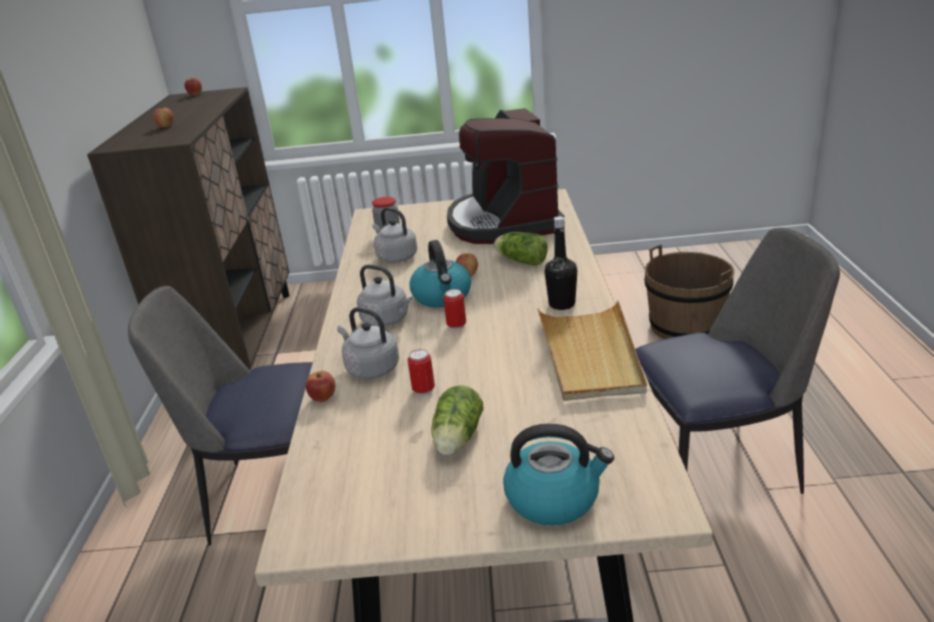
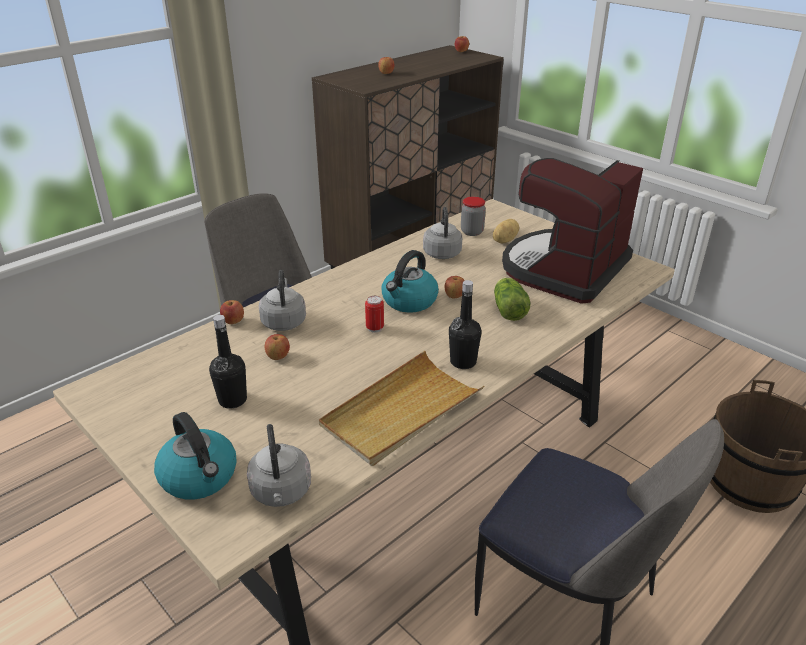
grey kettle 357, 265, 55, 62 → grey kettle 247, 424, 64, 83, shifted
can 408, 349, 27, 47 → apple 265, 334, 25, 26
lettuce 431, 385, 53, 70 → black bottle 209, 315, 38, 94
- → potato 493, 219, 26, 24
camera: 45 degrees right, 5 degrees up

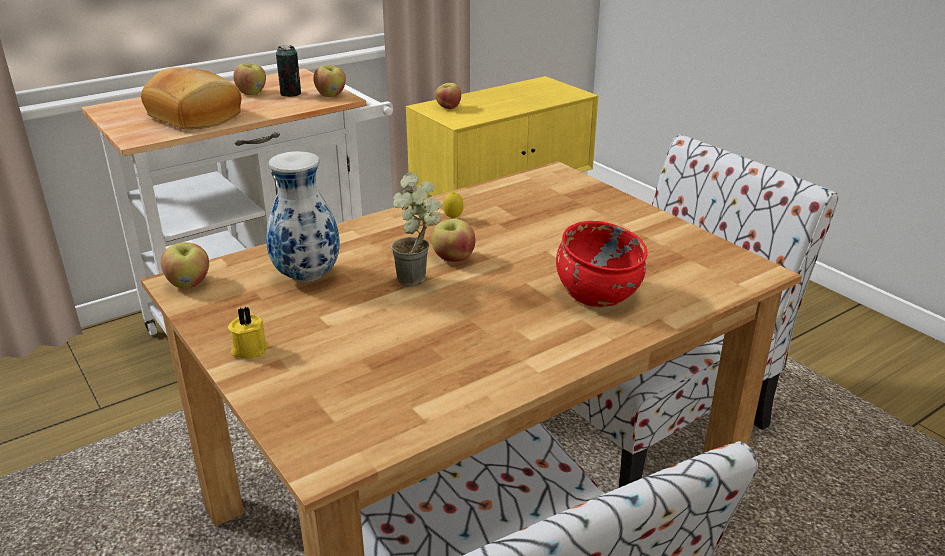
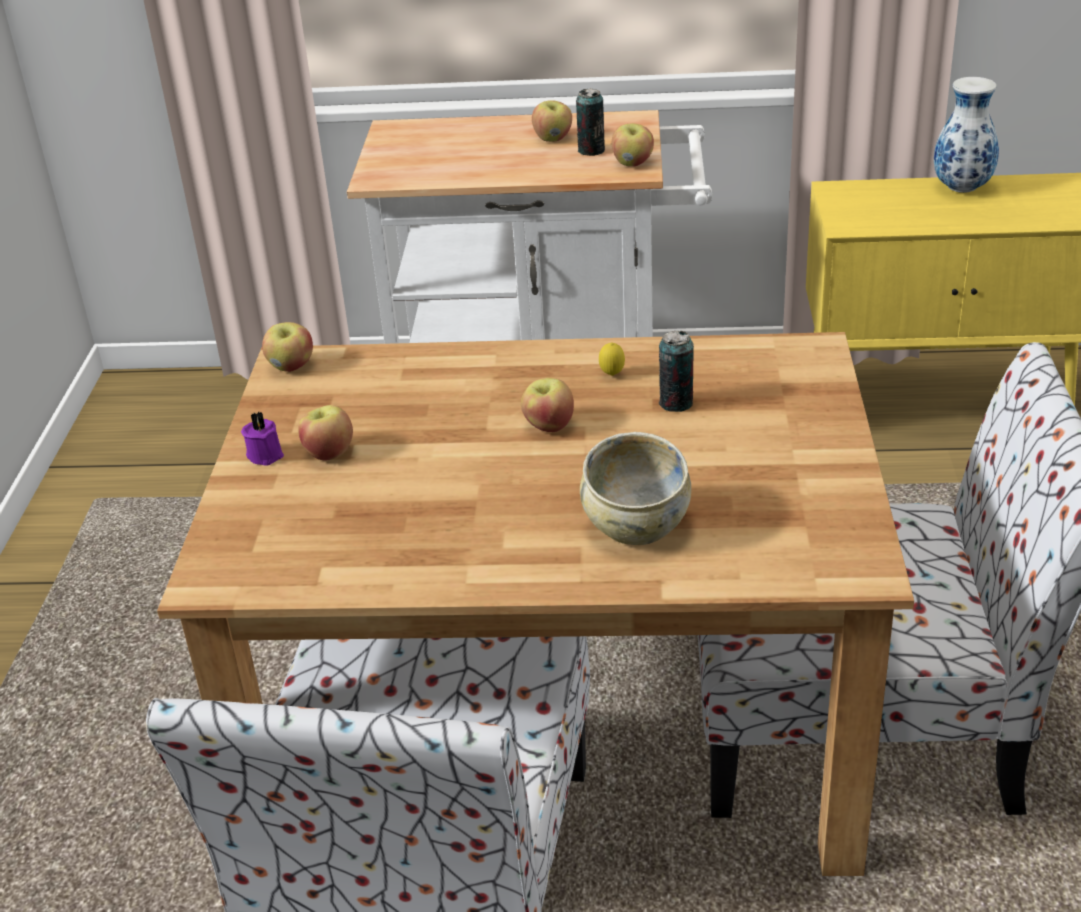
bread 141, 67, 100, 63 → -
apple 435, 83, 26, 26 → apple 298, 405, 55, 55, shifted
vase 266, 151, 74, 131 → vase 934, 77, 65, 116, shifted
potted plant 391, 172, 51, 115 → -
red bowl 556, 221, 92, 87 → beige bowl 580, 432, 111, 113
yellow candle 228, 307, 41, 52 → purple candle 241, 412, 43, 54
- → can 659, 331, 35, 81
camera: 40 degrees right, 5 degrees up

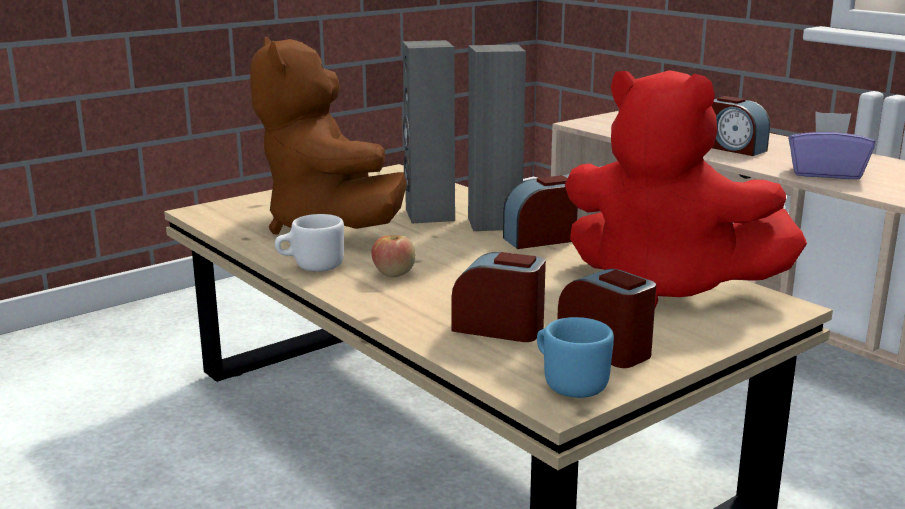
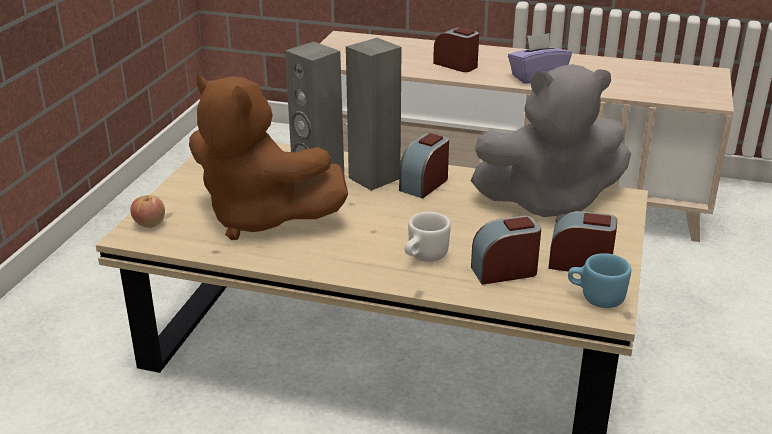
red plush toy 565, 70, 242, 237 → grey plush toy 470, 64, 161, 159
alarm clock 711, 96, 59, 60 → alarm clock 433, 27, 46, 45, 150 degrees counterclockwise
white mug 275, 214, 69, 58 → white mug 405, 212, 46, 50, shifted
apple 371, 235, 45, 42 → apple 130, 195, 35, 33, shifted
camera: 35 degrees left, 10 degrees up

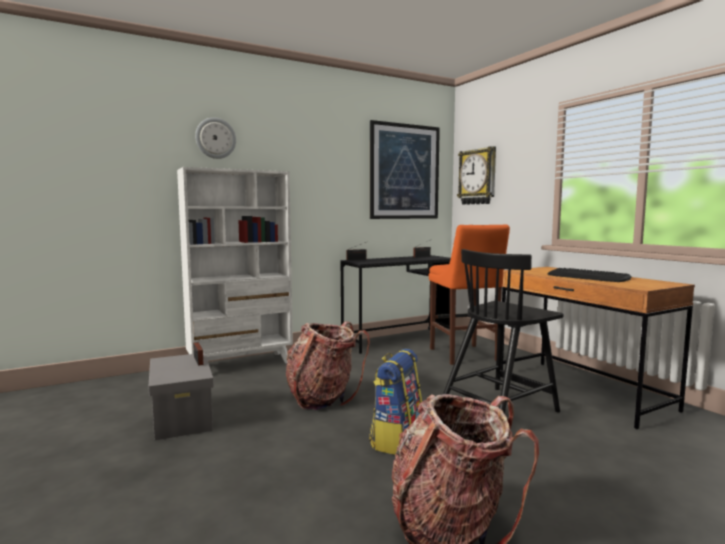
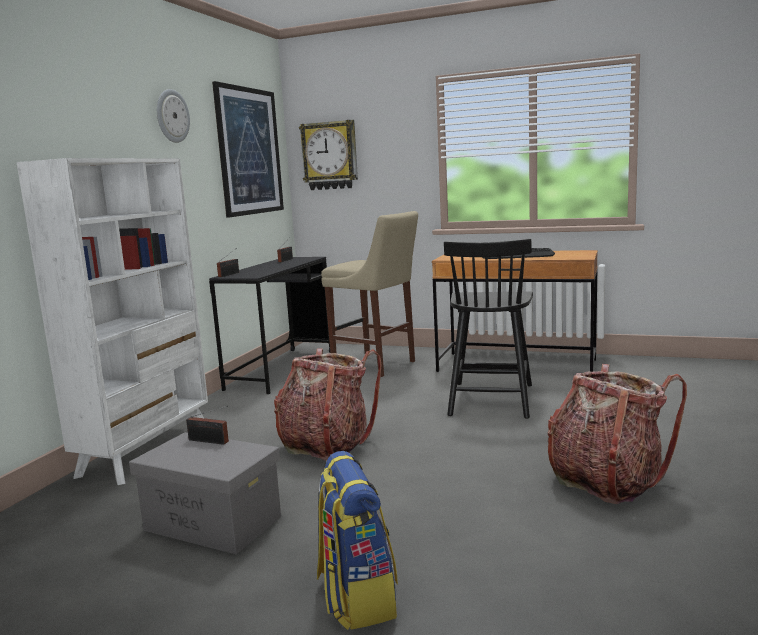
wall clock 195, 117, 41, 42 → wall clock 157, 89, 33, 54, shifted
orange stool 429, 225, 81, 140 → beige stool 321, 211, 97, 166
backpack 369, 349, 53, 106 → backpack 317, 451, 81, 179, shifted
camera: 40 degrees left, 5 degrees up

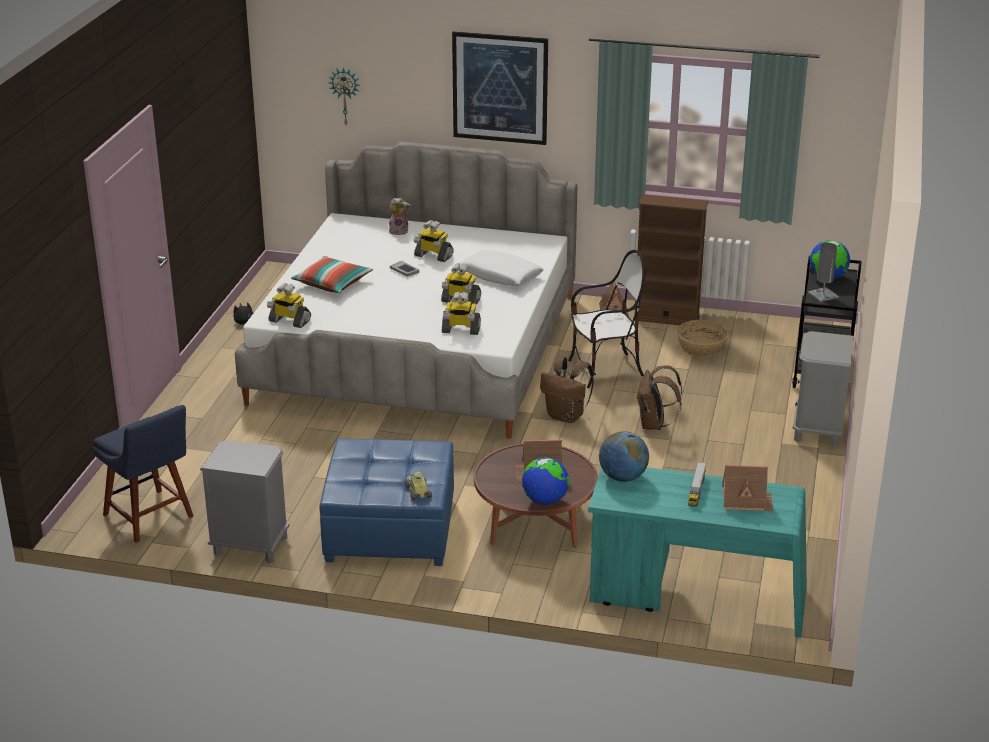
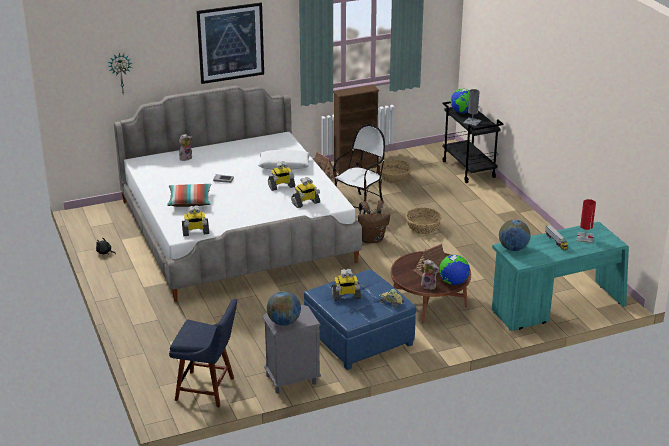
toy robot 414, 220, 40, 42 → toy robot 331, 269, 30, 32, shifted
grey nightstand 793, 331, 60, 116 → -
brown backpack 636, 365, 46, 65 → basket 406, 208, 36, 26
toy house 722, 464, 52, 49 → red table lamp 576, 199, 20, 44
- → plush toy 421, 259, 18, 31
- → globe 267, 291, 34, 35
camera: 35 degrees left, 0 degrees up

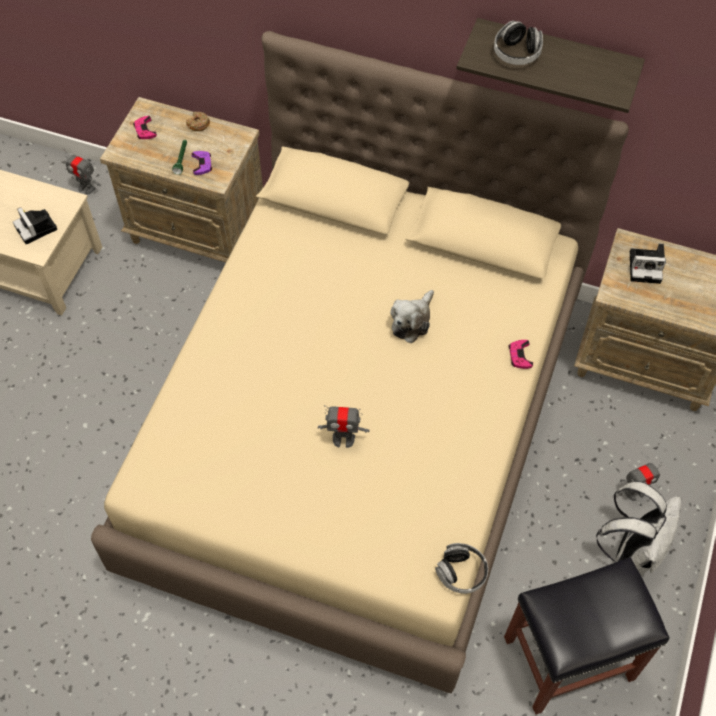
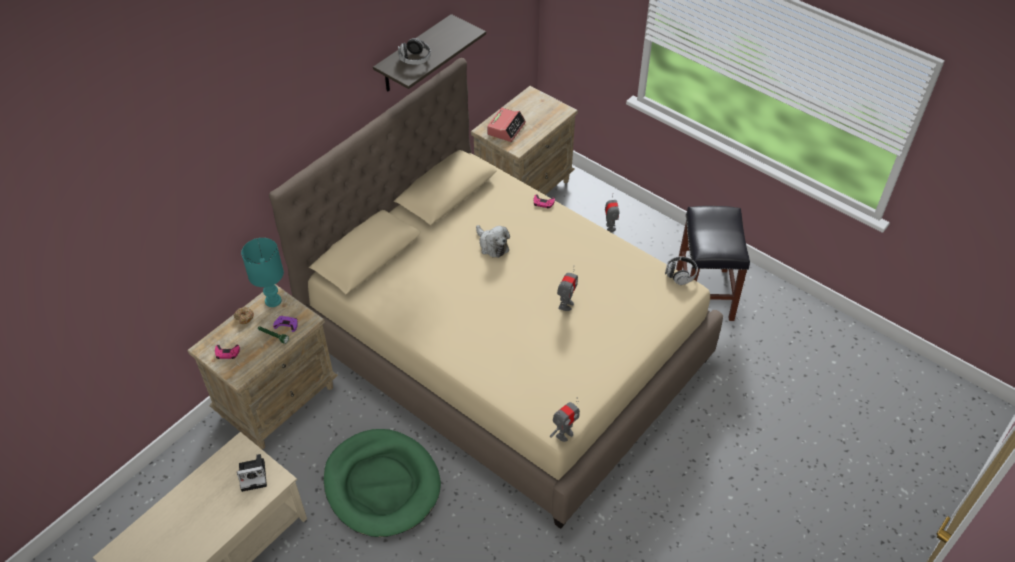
toy robot 63, 149, 38, 46 → toy robot 550, 398, 30, 44, shifted
photo camera 630, 244, 36, 40 → alarm clock 487, 108, 39, 34
white backpack 596, 482, 85, 94 → -
- → turquoise table lamp 241, 238, 43, 69
- → green dog bed 324, 429, 117, 108
camera: 70 degrees left, 10 degrees down

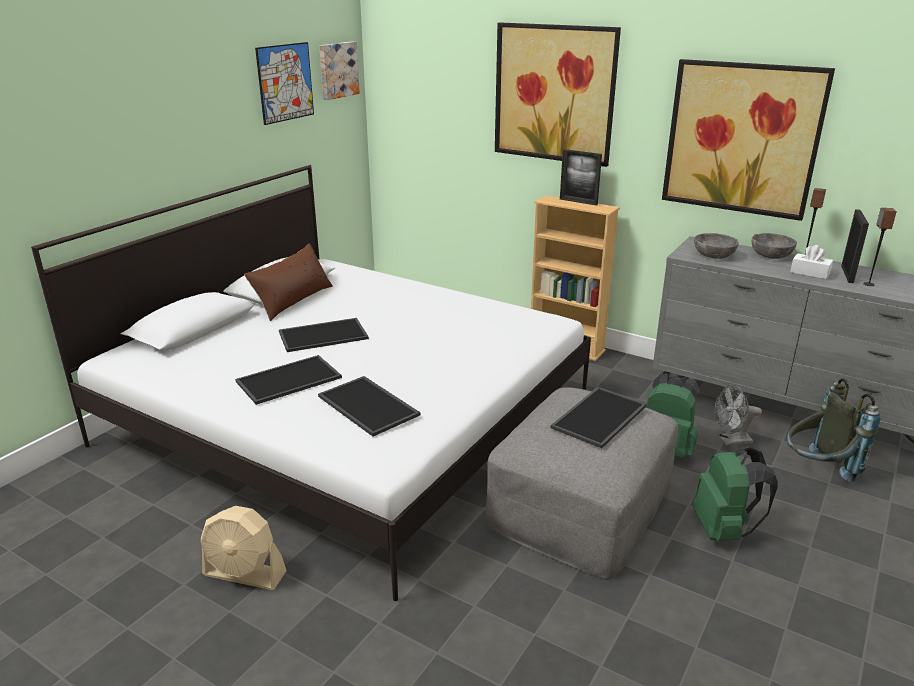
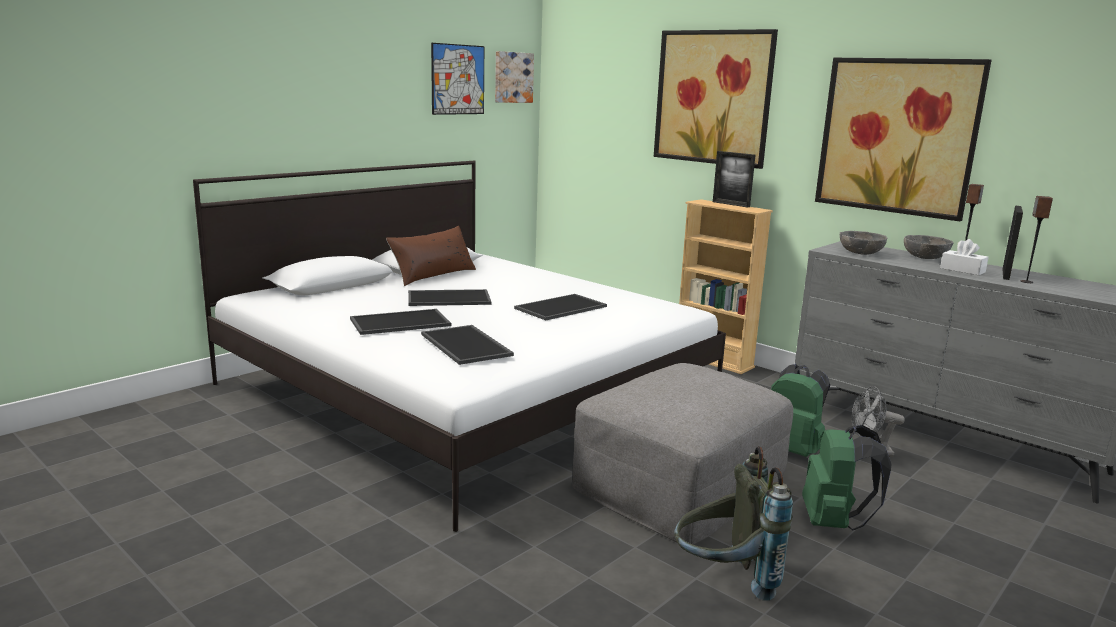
grey backpack 787, 378, 94, 104 → grey backpack 674, 446, 119, 155, shifted
tray 551, 387, 96, 61 → tray 514, 294, 93, 26, shifted
beige fan 201, 506, 86, 84 → -
camera: 10 degrees right, 10 degrees down

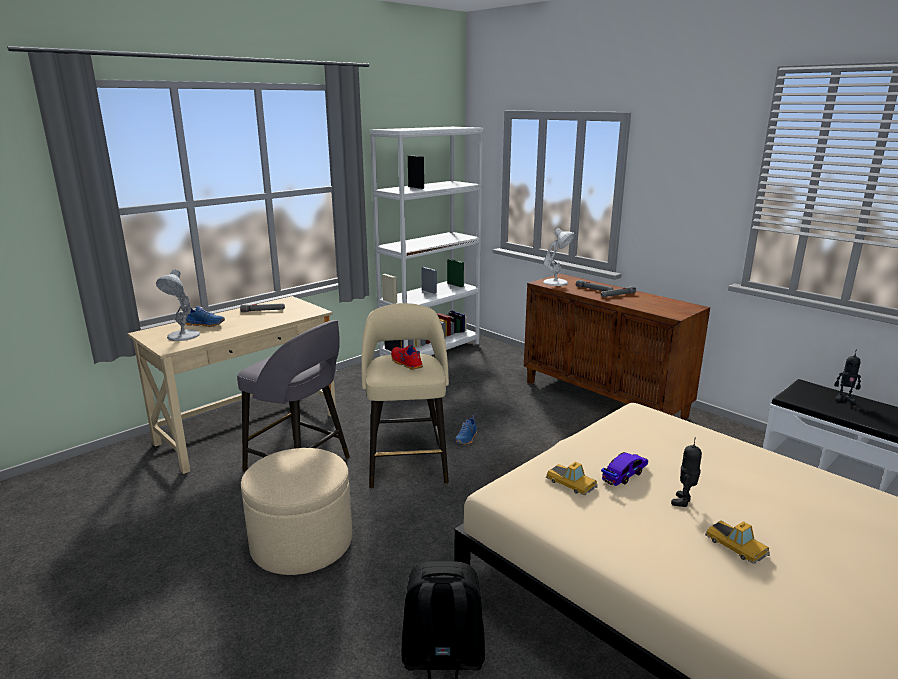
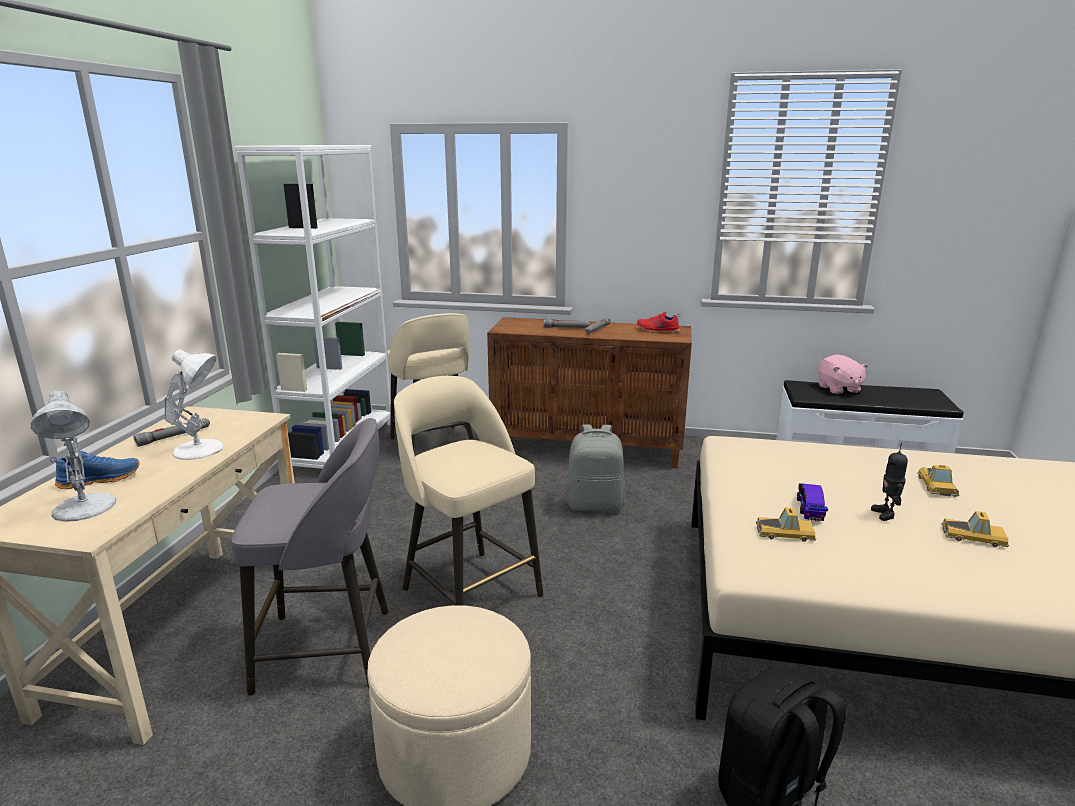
white table lamp 543, 228, 32, 58 → white table lamp 165, 350, 59, 110, shifted
red shoe 391, 345, 32, 25 → red shoe 637, 312, 43, 21, shifted
toy robot 834, 352, 27, 52 → pink plush toy 818, 354, 50, 40
blue shoe 455, 415, 22, 30 → -
- → beige stool 387, 313, 87, 137
- → grey backpack 566, 424, 59, 87
- → toy car 917, 465, 42, 32
camera: 35 degrees left, 0 degrees up

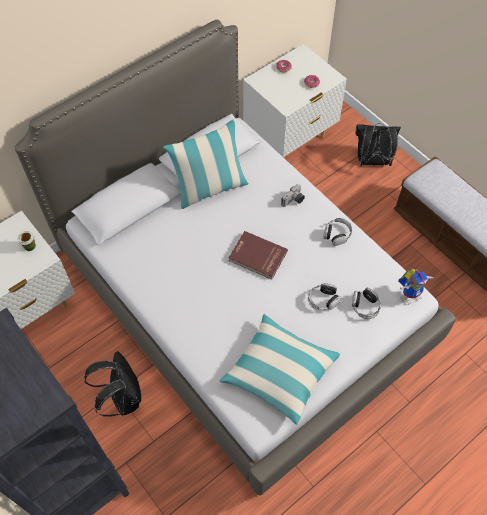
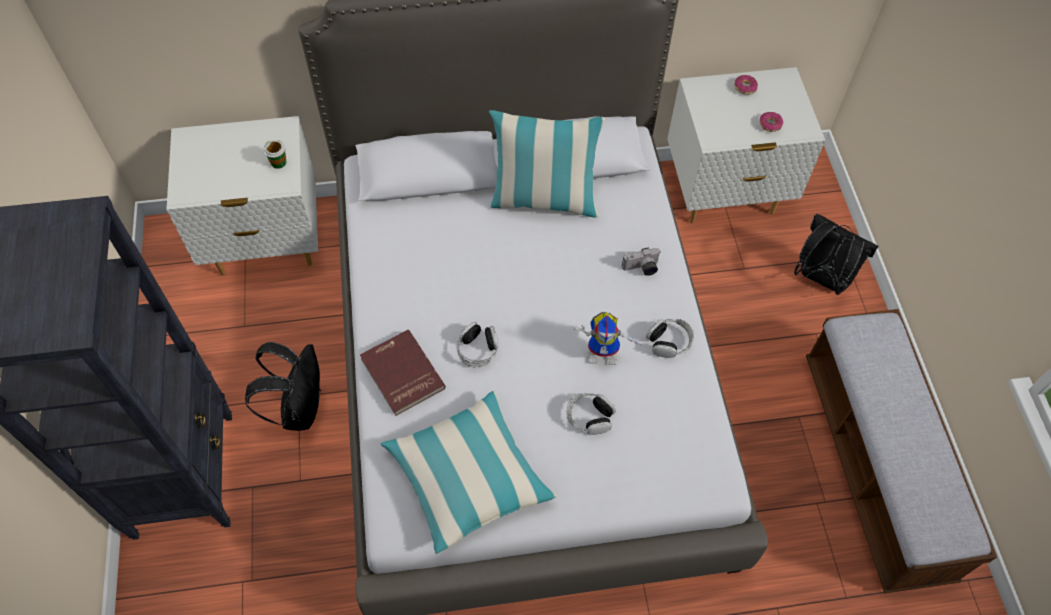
red book 228, 231, 60, 49 → red book 360, 330, 86, 86, shifted
toy robot 398, 268, 36, 38 → toy robot 573, 312, 68, 53, shifted
headphones 352, 288, 29, 31 → headphones 457, 322, 41, 45, shifted
camera: 30 degrees right, 0 degrees up

